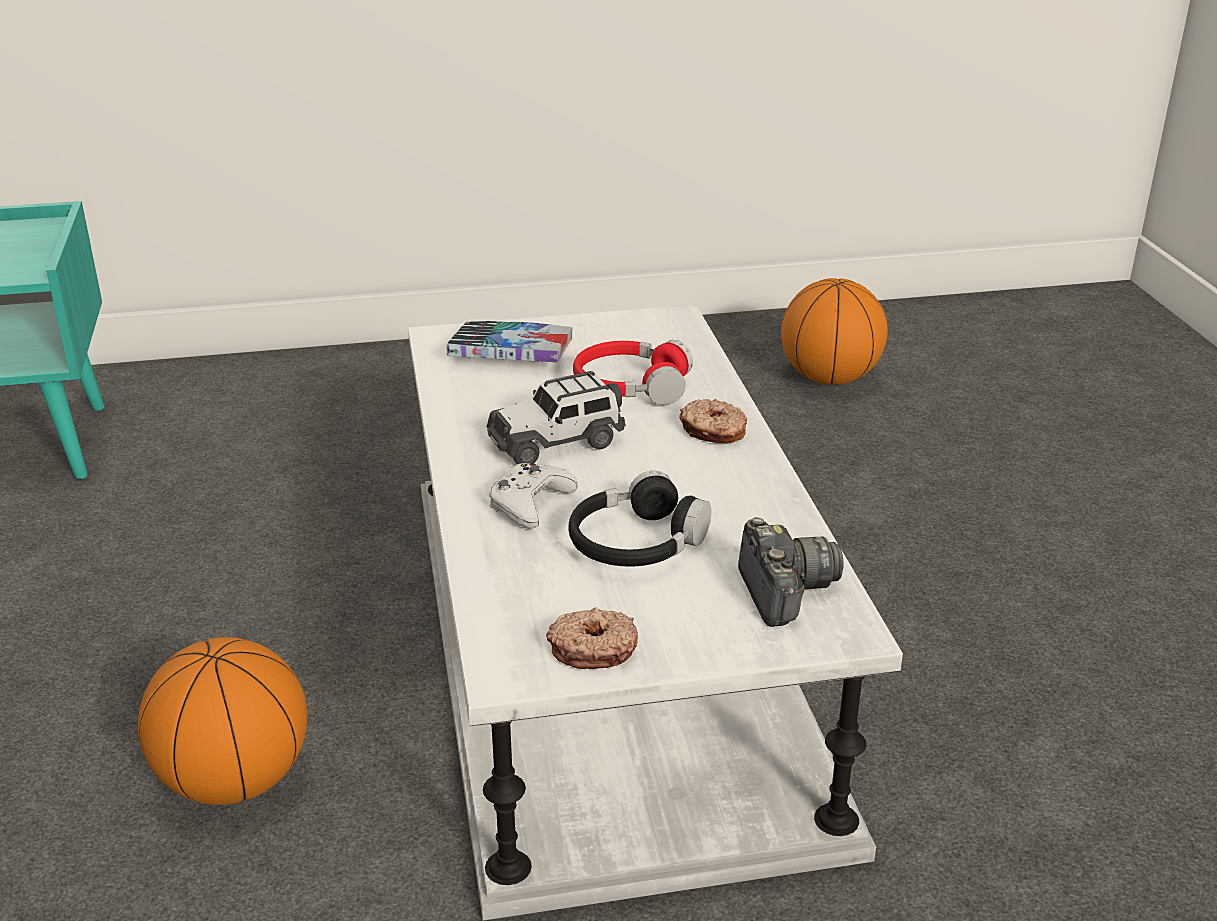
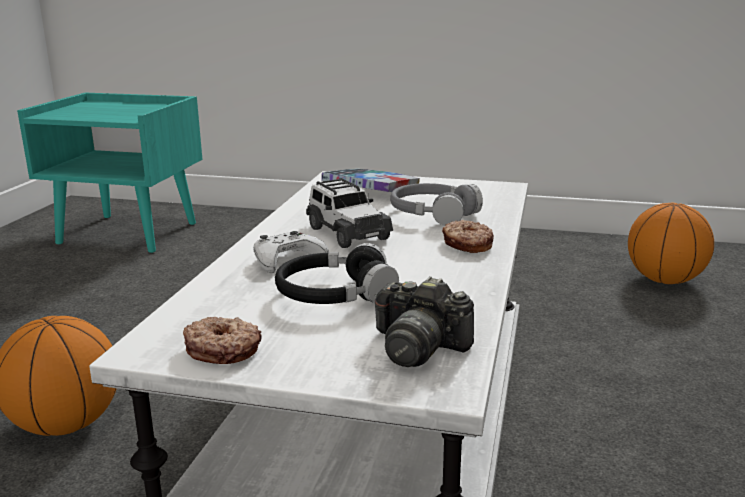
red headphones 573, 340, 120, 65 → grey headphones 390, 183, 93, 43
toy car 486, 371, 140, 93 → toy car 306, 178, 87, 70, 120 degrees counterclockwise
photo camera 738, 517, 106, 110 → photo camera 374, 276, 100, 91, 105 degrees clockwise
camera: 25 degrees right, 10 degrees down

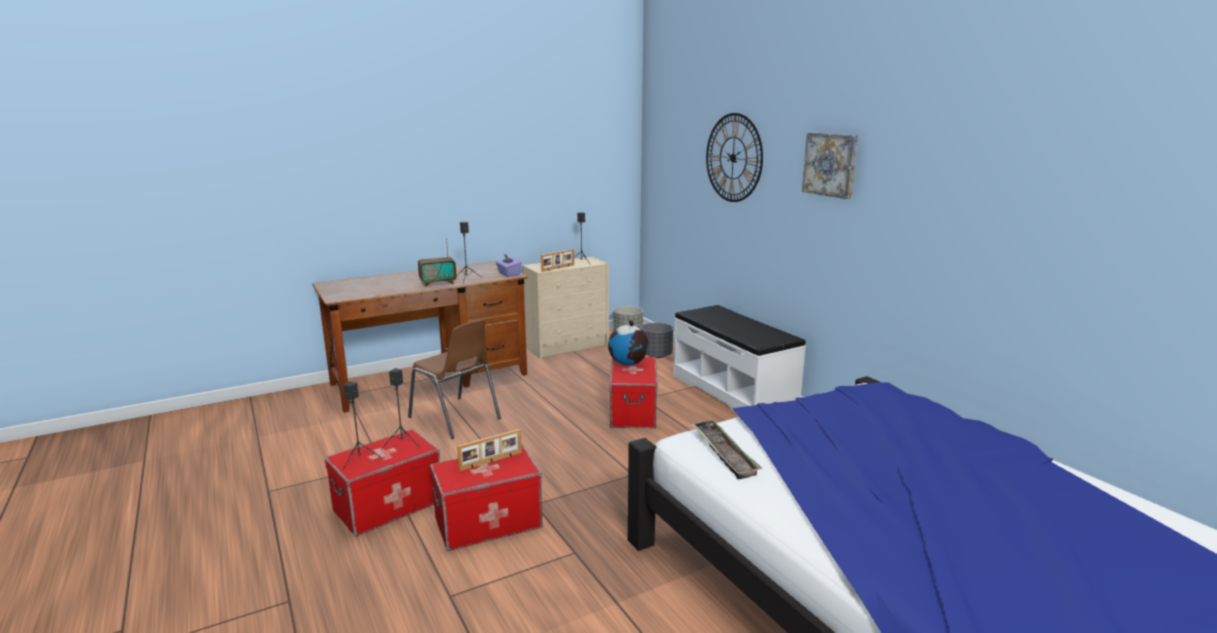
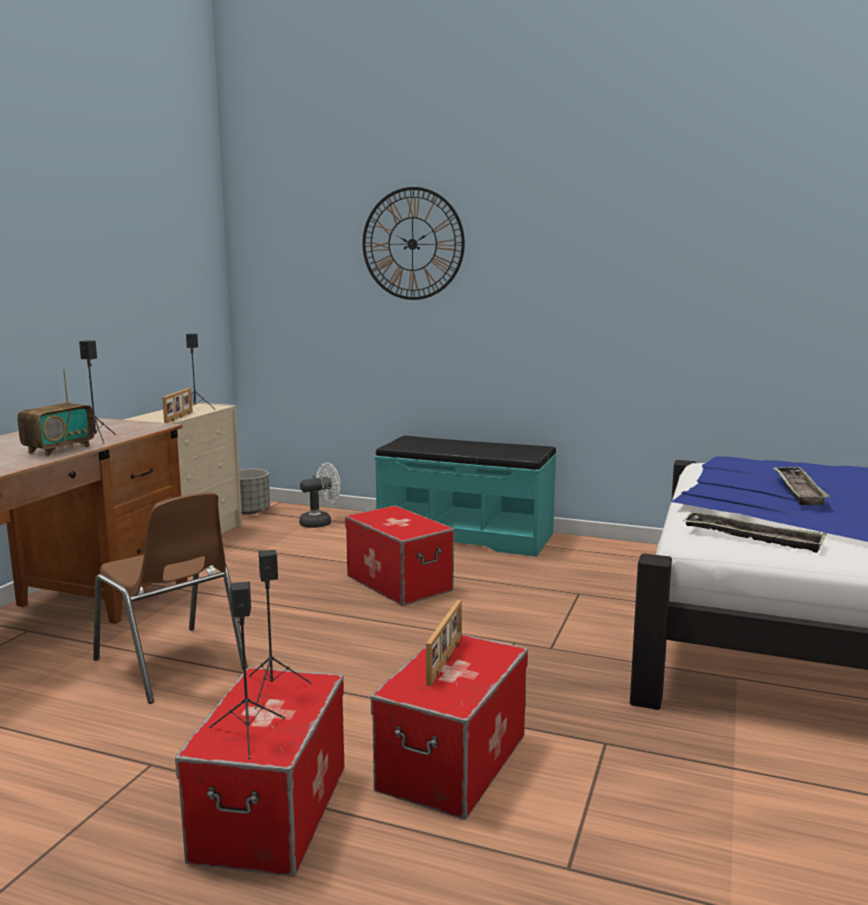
picture 802, 133, 56, 66 → -
purple tissue box 496, 254, 25, 23 → -
white bench 673, 305, 133, 108 → turquoise bench 375, 436, 181, 121
brown chair 408, 320, 93, 119 → brown chair 93, 492, 155, 212, 45 degrees clockwise
globe 608, 320, 41, 45 → -
grey planter 641, 323, 32, 35 → white fan 299, 463, 42, 65
- → tray 774, 466, 56, 39
camera: 40 degrees left, 5 degrees down

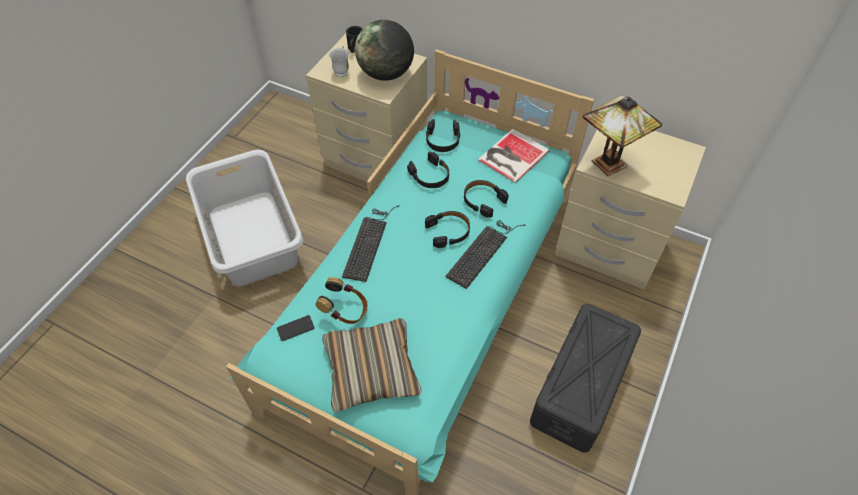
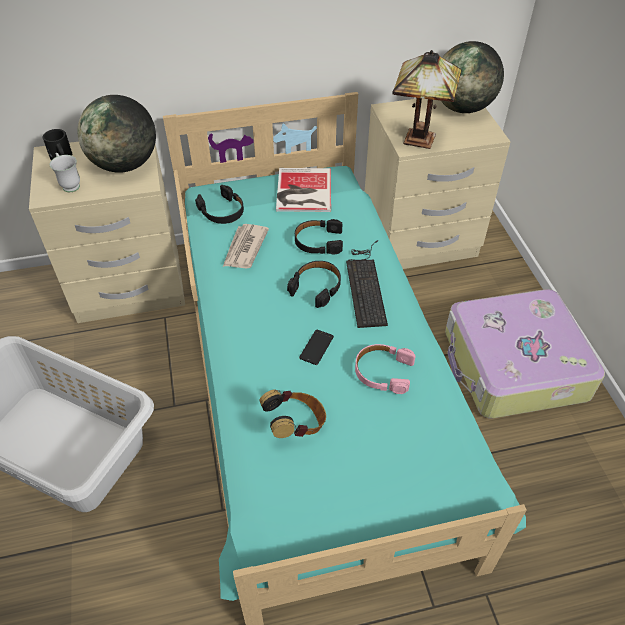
black headphones 407, 152, 42, 36 → newspaper 223, 224, 46, 45
keyboard 342, 205, 58, 77 → -
black storage box 530, 304, 111, 149 → suitcase 445, 289, 160, 129
phone 277, 315, 38, 26 → phone 299, 330, 35, 35, shifted
pillow 322, 318, 100, 94 → -
- → globe 441, 41, 63, 72
- → pink headphones 355, 344, 61, 50
camera: 40 degrees left, 5 degrees down

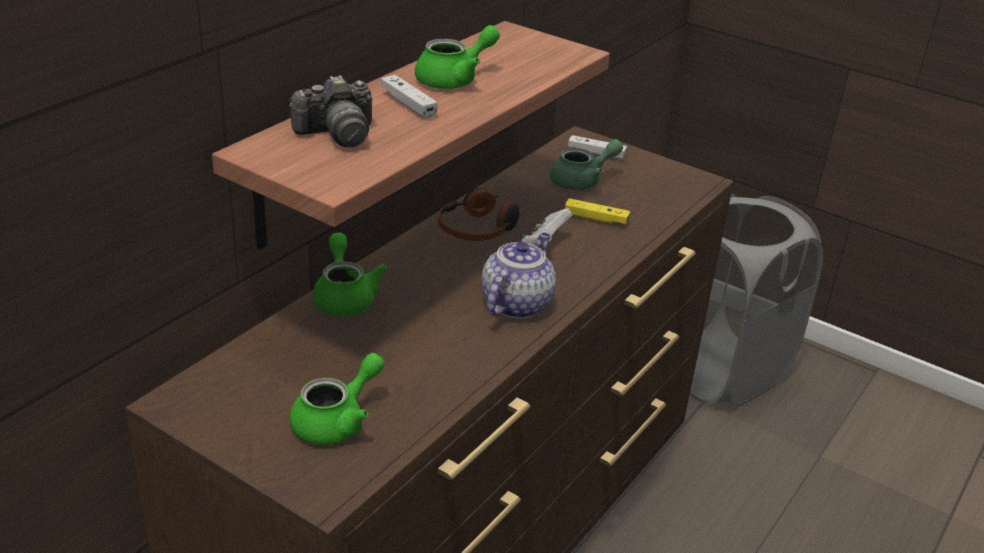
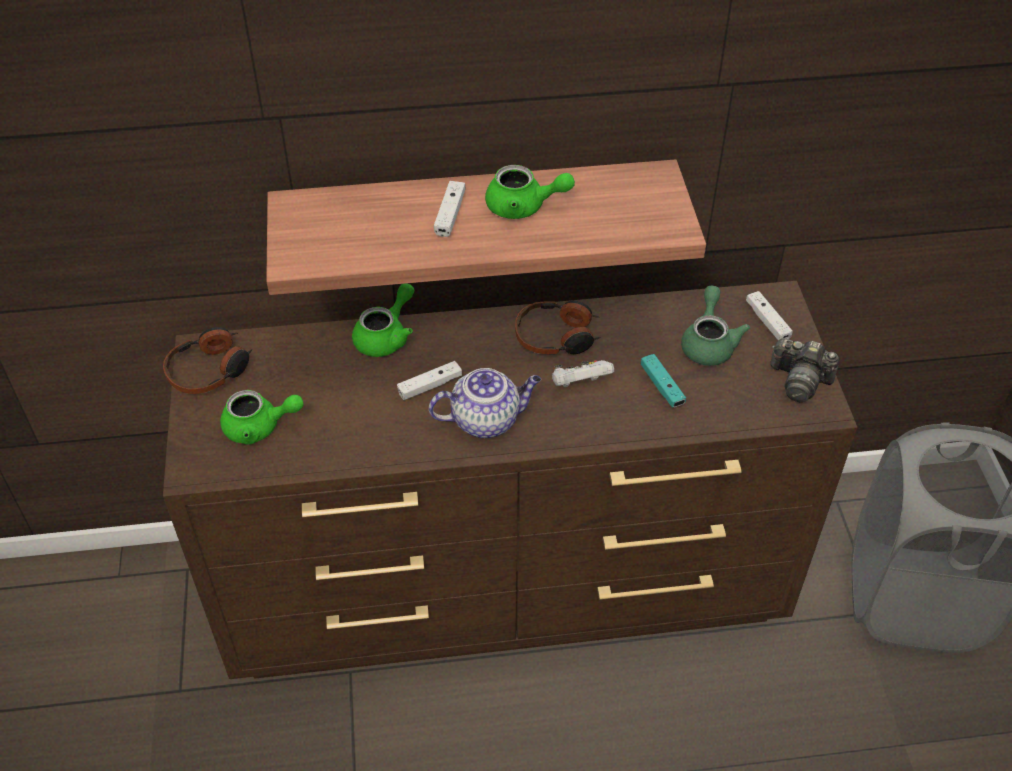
photo camera 289, 75, 83, 72 → photo camera 770, 338, 70, 64, shifted
green teapot 550, 139, 73, 51 → green teapot 681, 286, 69, 80, 105 degrees counterclockwise
yellow game controller 565, 198, 65, 26 → turquoise game controller 641, 354, 45, 53
- → headphones 163, 327, 90, 67
- → white game controller 397, 361, 65, 39
camera: 50 degrees right, 15 degrees up

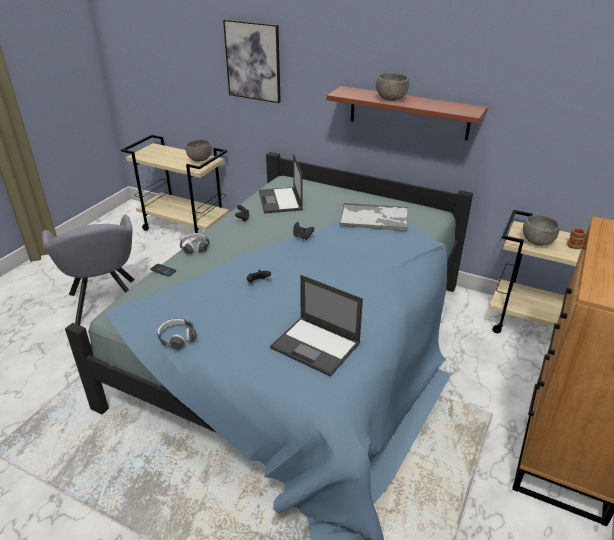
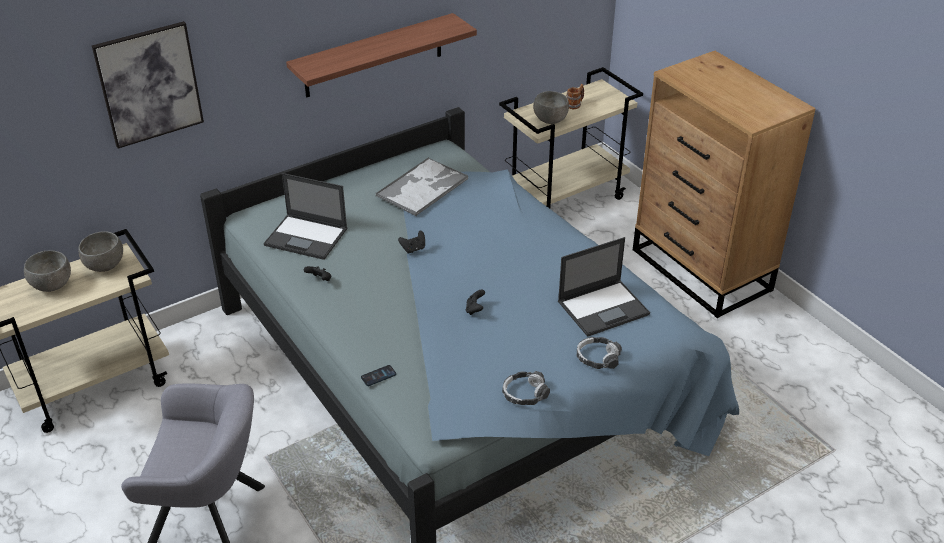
grey bowl 376, 73, 33, 28 → grey bowl 24, 250, 47, 42, shifted
headphones 180, 233, 29, 21 → headphones 577, 337, 45, 32, shifted
camera: 60 degrees left, 5 degrees up

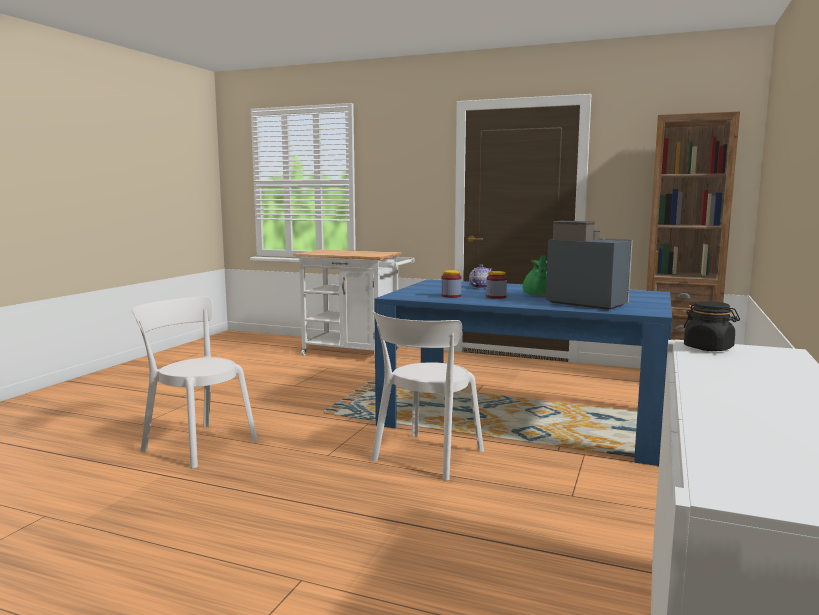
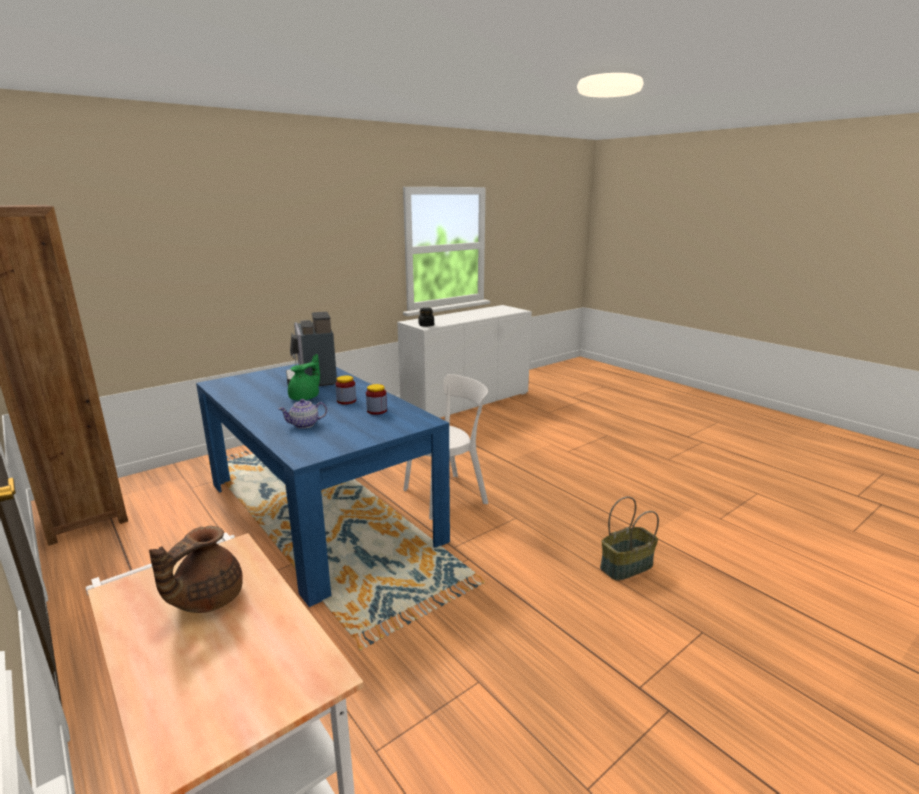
white chair 132, 296, 125, 172 → basket 600, 496, 59, 85
- → brown teapot 149, 526, 94, 87
camera: 150 degrees left, 10 degrees up

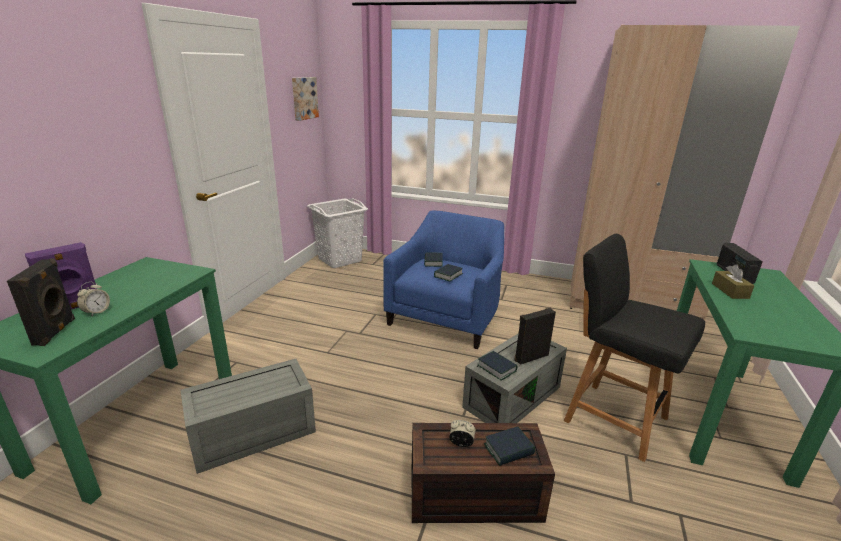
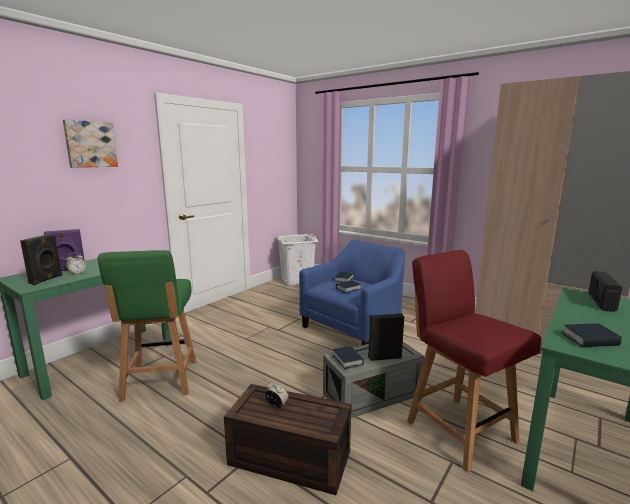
picture 292, 77, 27, 44 → picture 63, 119, 55, 49, shifted
black chair 564, 234, 141, 228 → red chair 407, 250, 134, 223
brown tissue box 712, 264, 42, 35 → -
grey storage box 180, 359, 136, 115 → green chair 97, 250, 99, 152
book 484, 427, 51, 39 → book 562, 324, 60, 23, shifted
camera: 20 degrees right, 10 degrees down

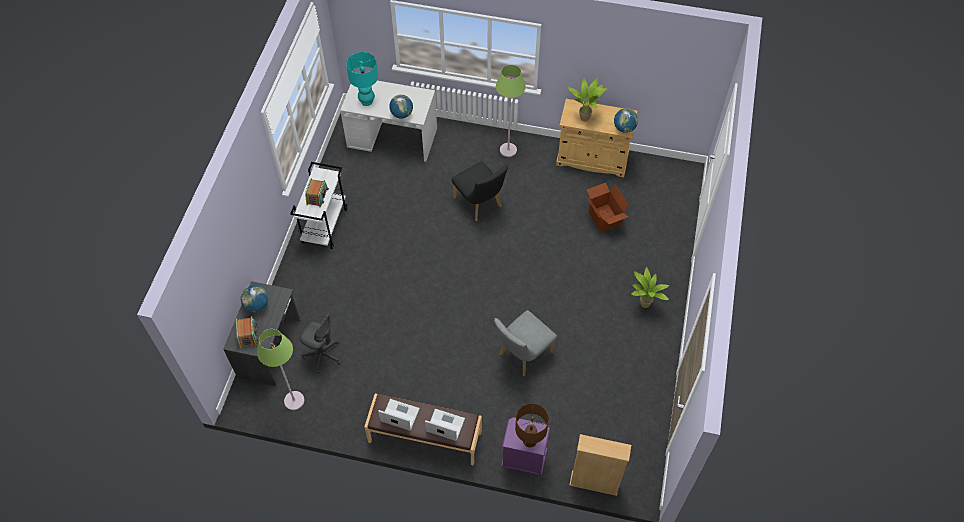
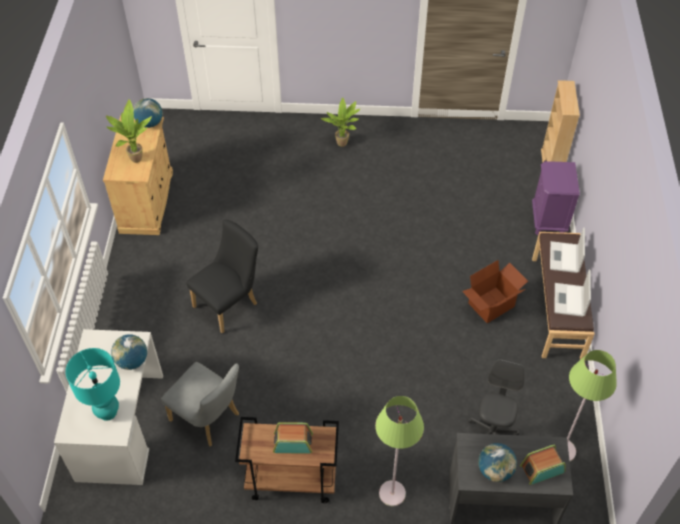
green floor lamp 496, 65, 30, 92 → green floor lamp 375, 396, 49, 110, shifted
white cart 290, 162, 57, 87 → brown cart 235, 417, 104, 86
cardboard box 586, 183, 42, 49 → cardboard box 462, 260, 66, 63, shifted
grey chair 494, 310, 63, 66 → grey chair 161, 362, 78, 85, shifted
brown table lamp 515, 403, 34, 45 → -
camera: 100 degrees left, 5 degrees down

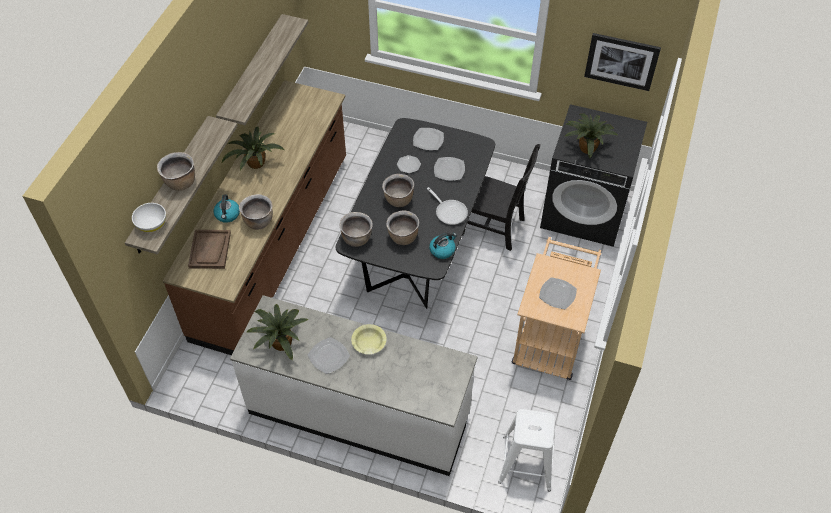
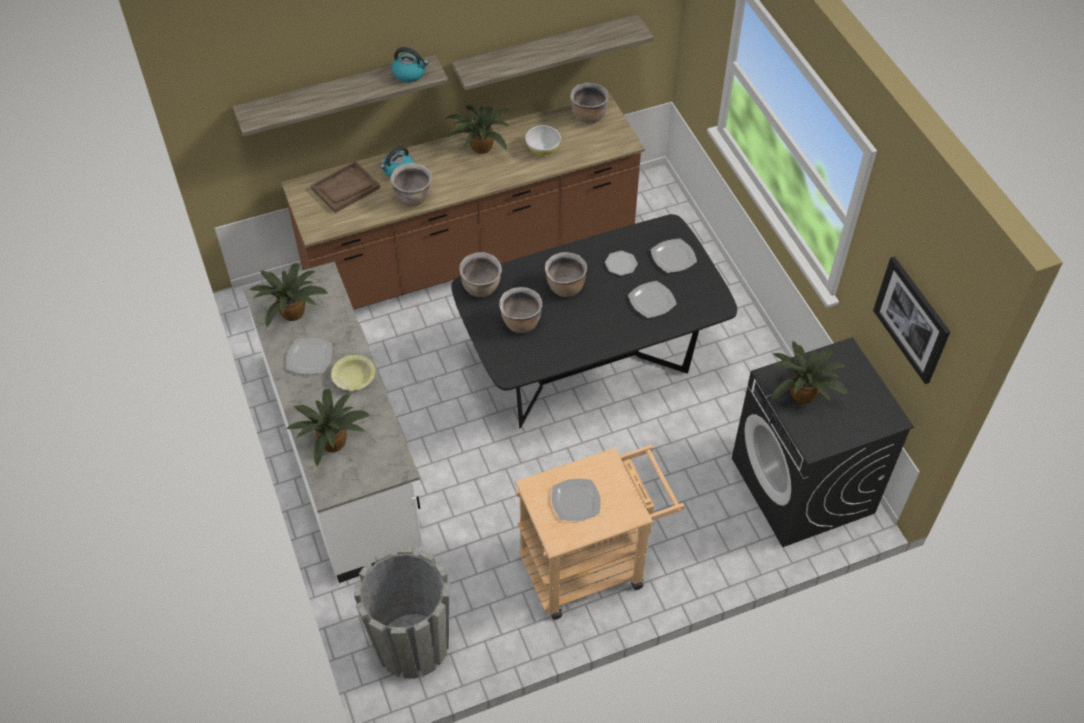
black chair 462, 144, 78, 107 → -
brown cooking pot 157, 152, 38, 39 → brown cooking pot 570, 83, 39, 41, shifted
frying pan 427, 187, 41, 38 → -
white bowl 132, 203, 34, 29 → white bowl 525, 125, 36, 30, shifted
kettle 429, 233, 28, 26 → kettle 392, 47, 37, 36, shifted
white stool 498, 409, 57, 82 → grey planter 354, 547, 95, 131
- → potted plant 286, 389, 84, 77
camera: 50 degrees right, 0 degrees up

